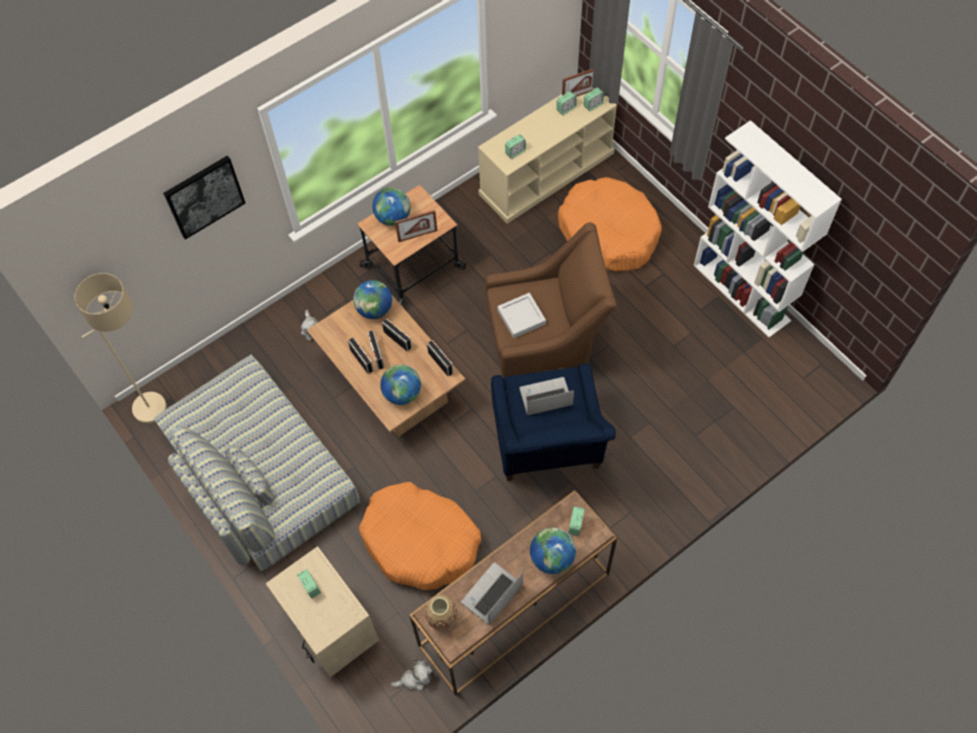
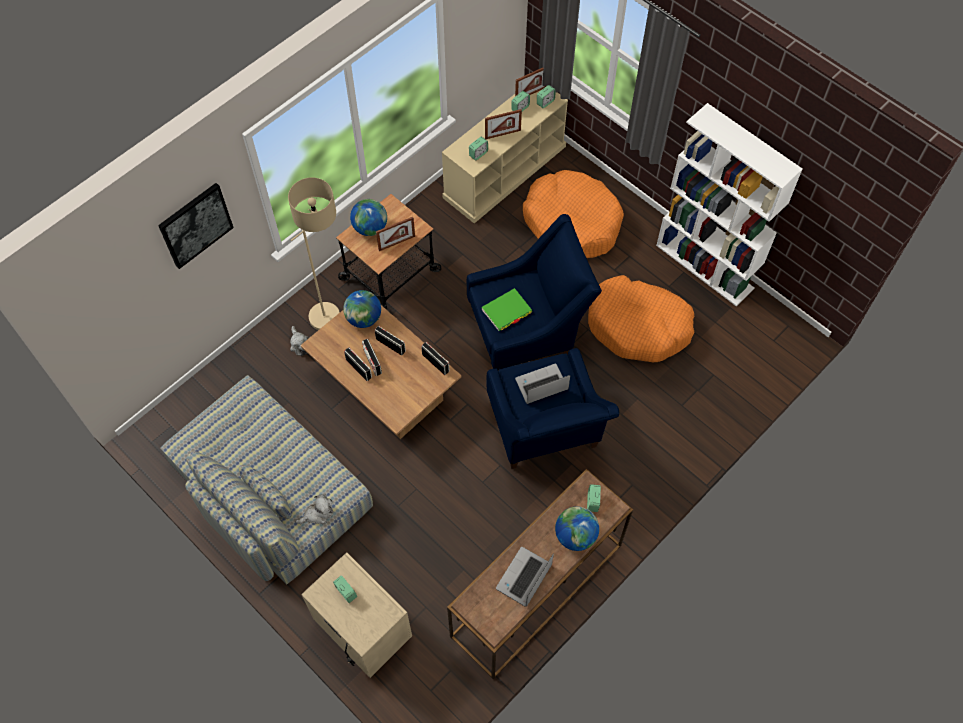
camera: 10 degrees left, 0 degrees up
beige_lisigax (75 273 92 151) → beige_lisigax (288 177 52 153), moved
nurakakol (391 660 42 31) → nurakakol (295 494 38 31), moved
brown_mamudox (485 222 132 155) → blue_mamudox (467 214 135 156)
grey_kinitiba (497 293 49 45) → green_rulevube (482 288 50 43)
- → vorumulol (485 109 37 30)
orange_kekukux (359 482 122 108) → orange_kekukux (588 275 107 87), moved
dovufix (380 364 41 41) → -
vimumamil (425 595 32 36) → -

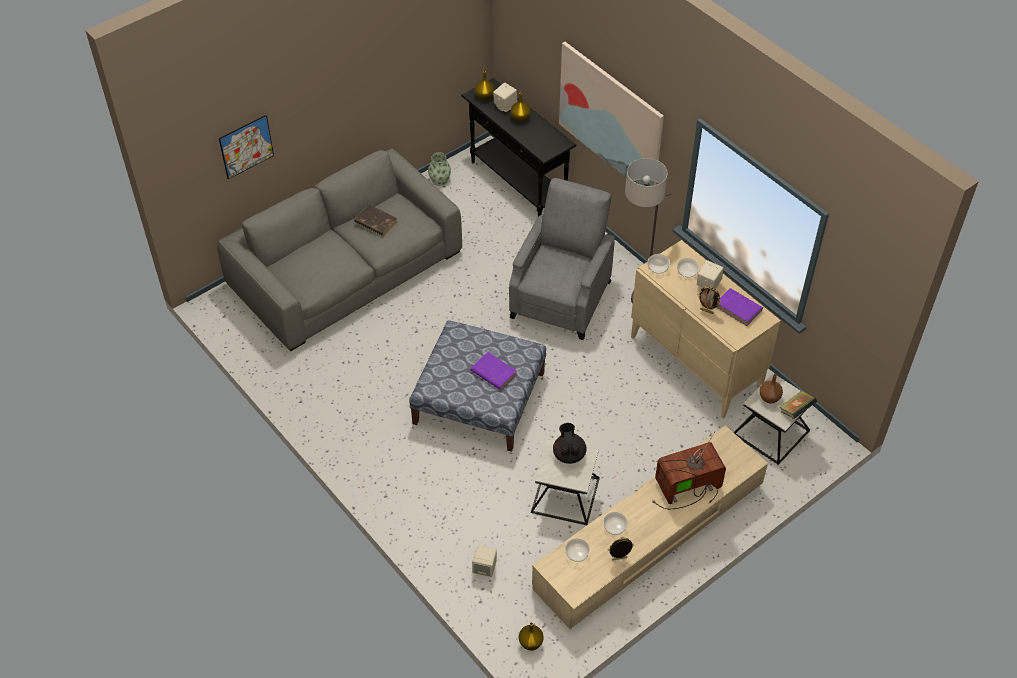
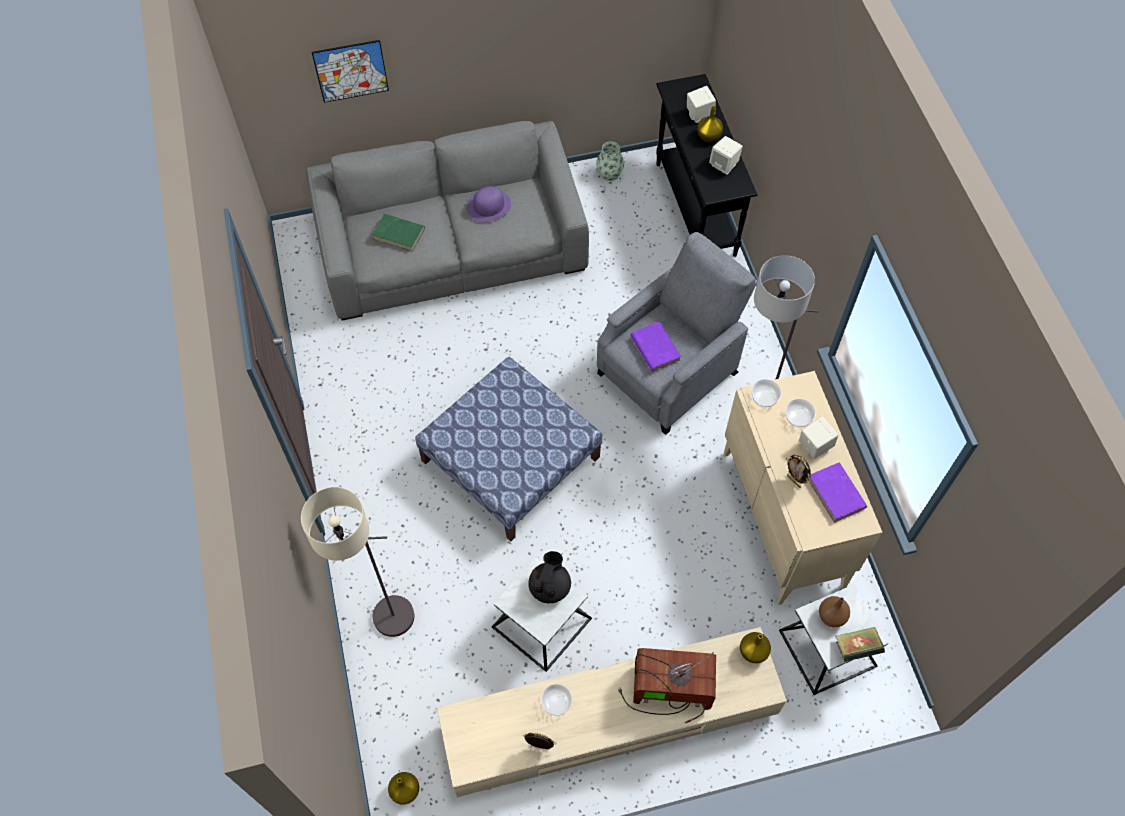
camera: 25 degrees right, 10 degrees up
- → beige_lisigax (301 487 113 150)
- → green_rulevube (372 214 53 38)
brown_rulevube (354 204 43 32) → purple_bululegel (466 186 45 36)
purple_rulevube (471 352 46 38) → purple_rulevube (630 321 51 51), moved
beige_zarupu (472 545 25 32) → beige_zarupu (709 136 33 39), moved
yellow_vimumamil (475 71 20 29) → yellow_vimumamil (740 632 31 31), moved
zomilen (559 42 105 144) → -
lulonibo (565 538 25 24) → -

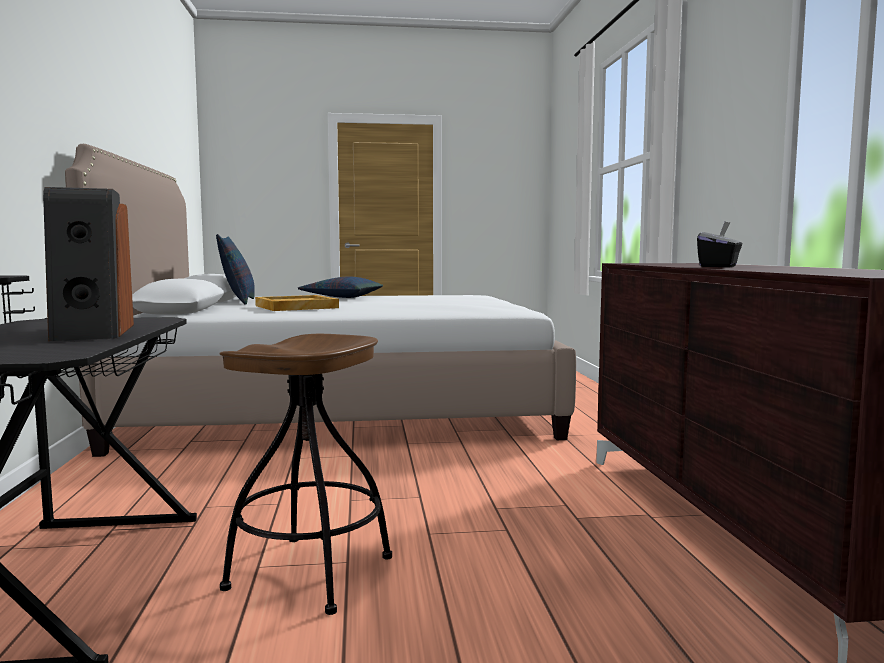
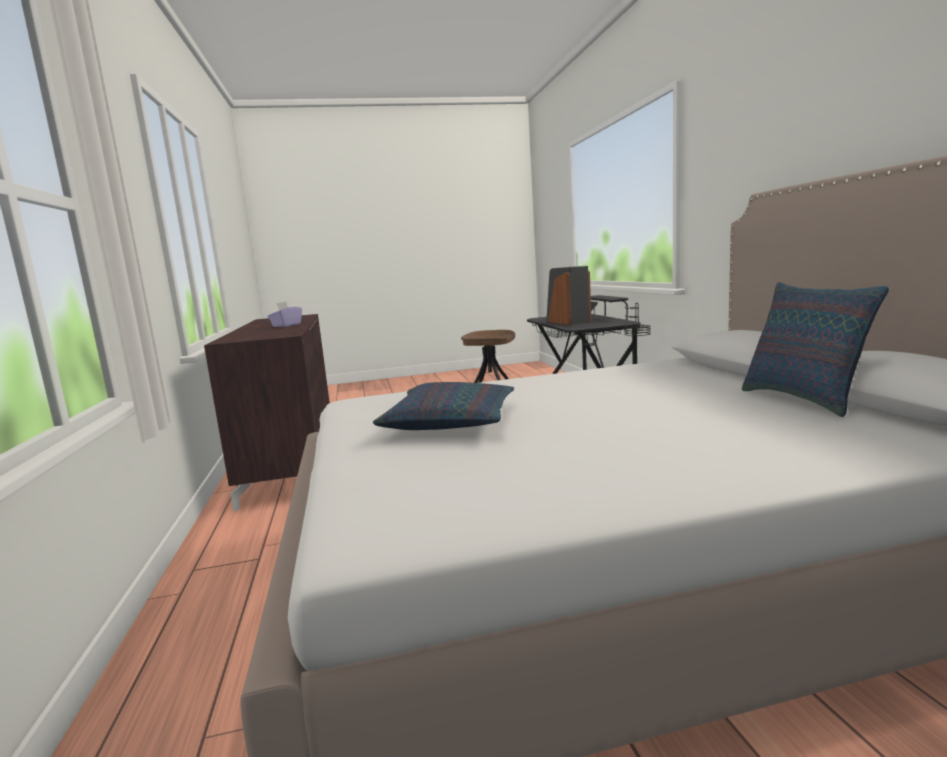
camera: 175 degrees right, 5 degrees up
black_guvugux (697 221 45 46) → purple_guvugux (268 302 34 25)
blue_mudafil (298 276 85 22) → blue_mudafil (373 382 141 48), moved
beige_kinitiba (255 295 84 16) → -

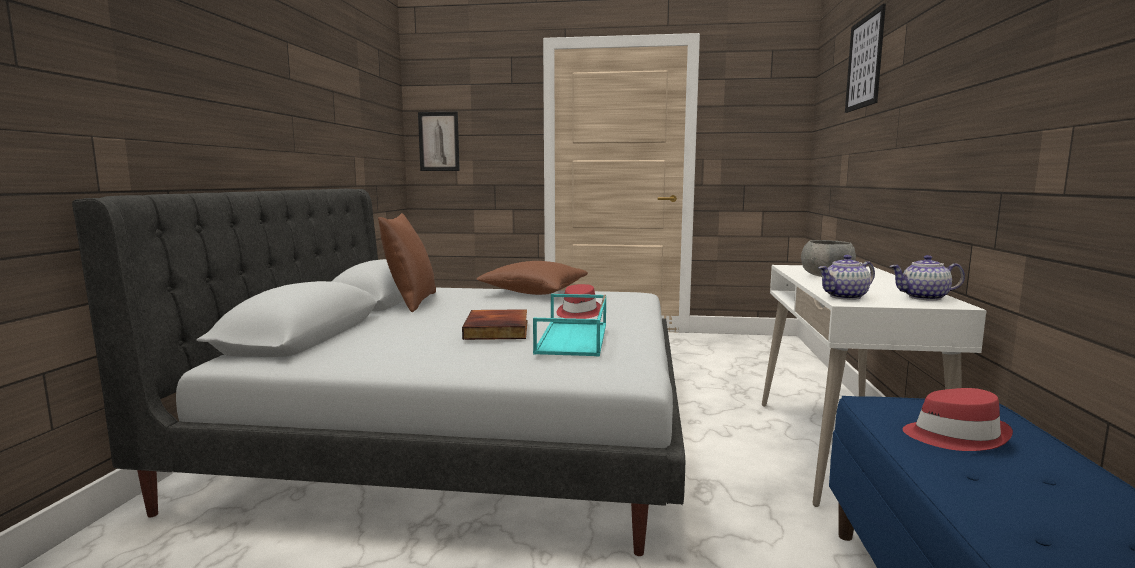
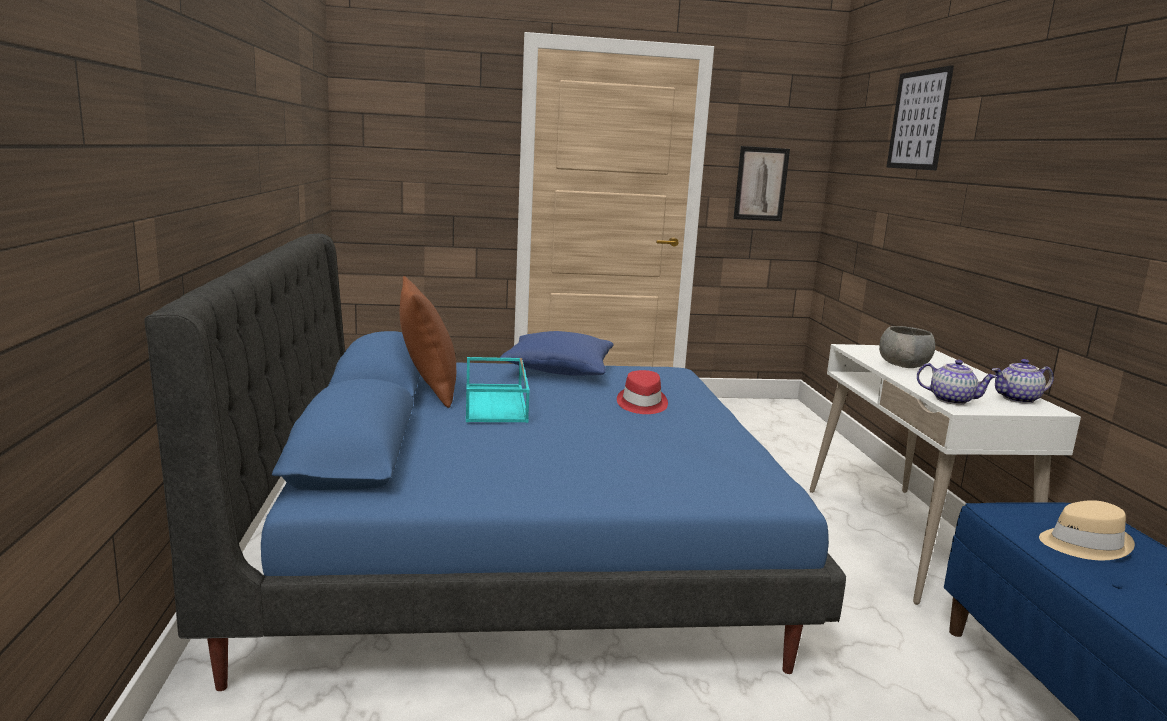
camera: 15 degrees left, 5 degrees up
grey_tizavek (72 189 613 367) → blue_tizavek (145 233 701 458)
turquoise_kinitiba (533 294 73 63) → turquoise_kinitiba (466 357 64 66), moved
brown_mudafil (476 261 112 34) → blue_mudafil (500 331 113 45)
zomilen (418 112 42 59) → zomilen (733 146 57 75), moved
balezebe (818 255 57 45) → balezebe (917 360 80 45), 120 degrees counterclockwise
red_bululegel (903 388 110 63) → beige_bululegel (1039 500 96 60)
rulevube (462 309 66 31) → -

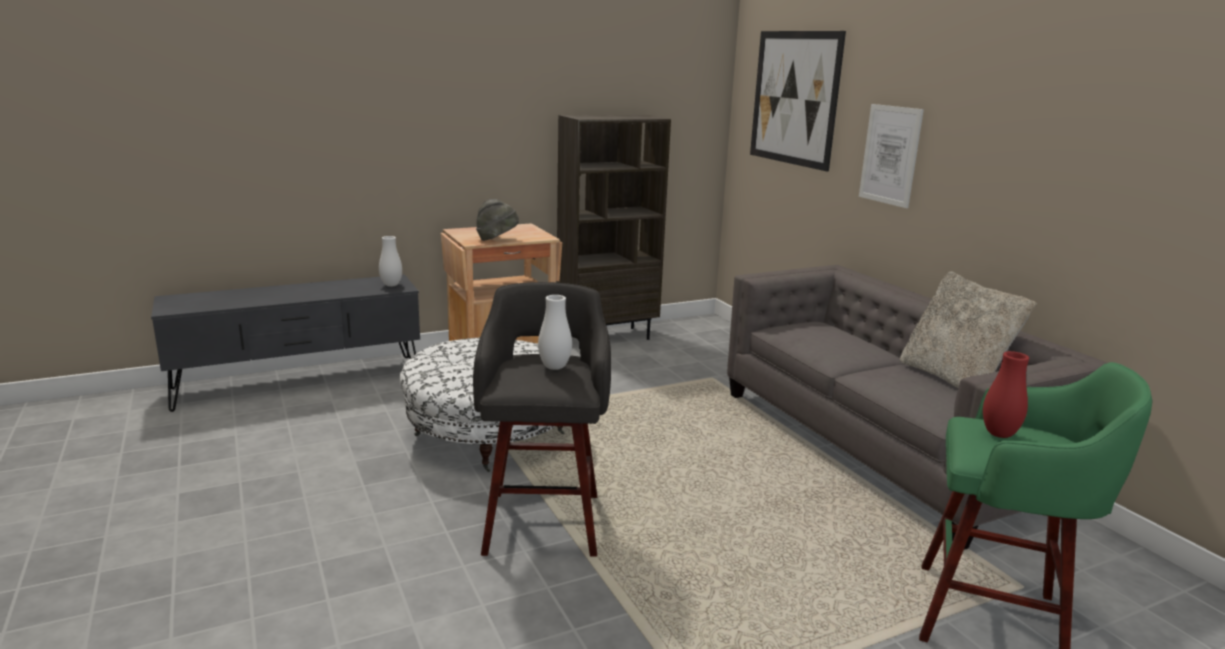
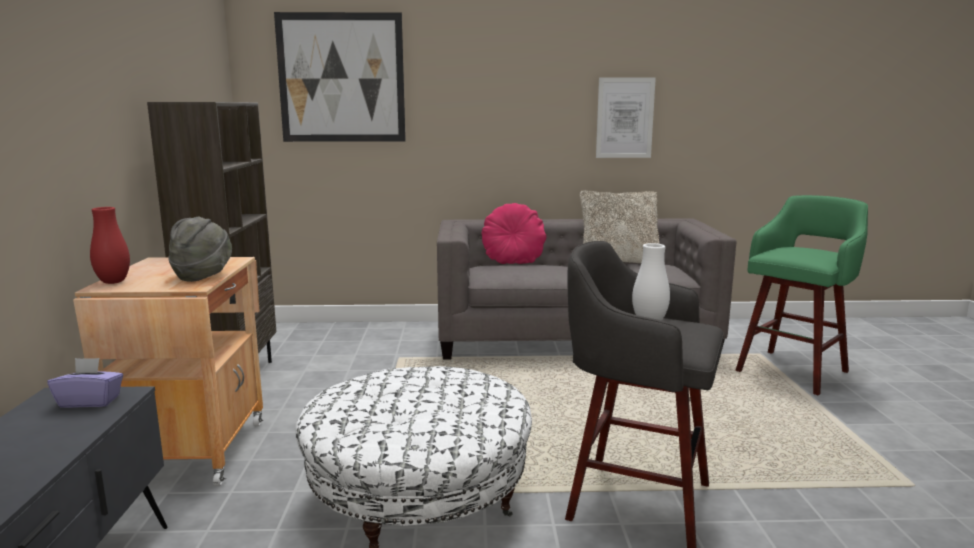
camera: 65 degrees left, 5 degrees down
white_vimumamil (379 236 23 51) → purple_guvugux (48 358 75 50)
red_vimumamil (983 351 46 87) → red_vimumamil (90 207 40 77), moved
- → pink_mudafil (482 203 65 61)
zomilen (859 104 65 104) → zomilen (596 78 60 80), moved

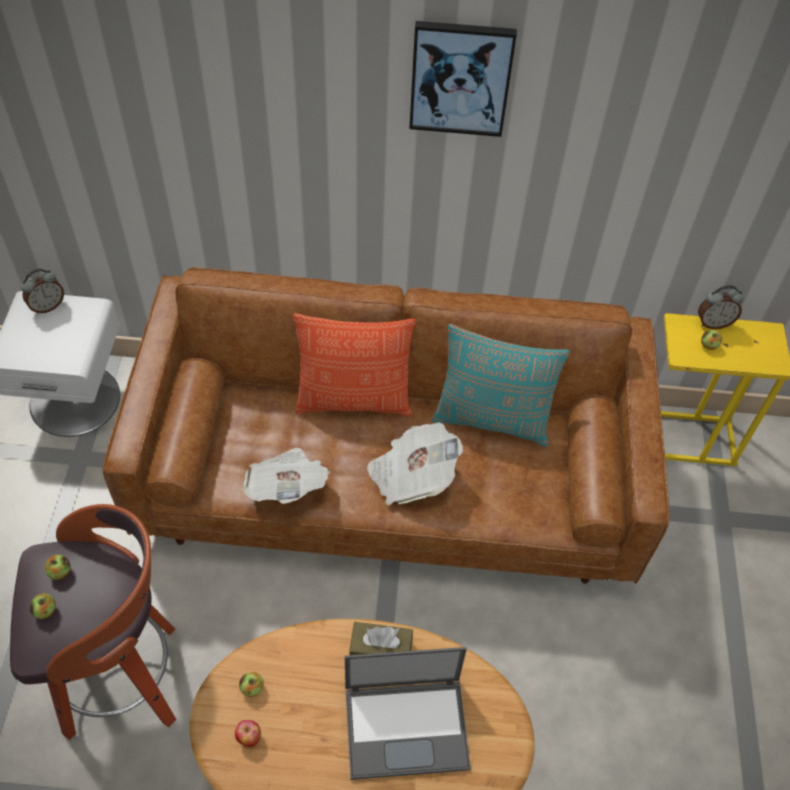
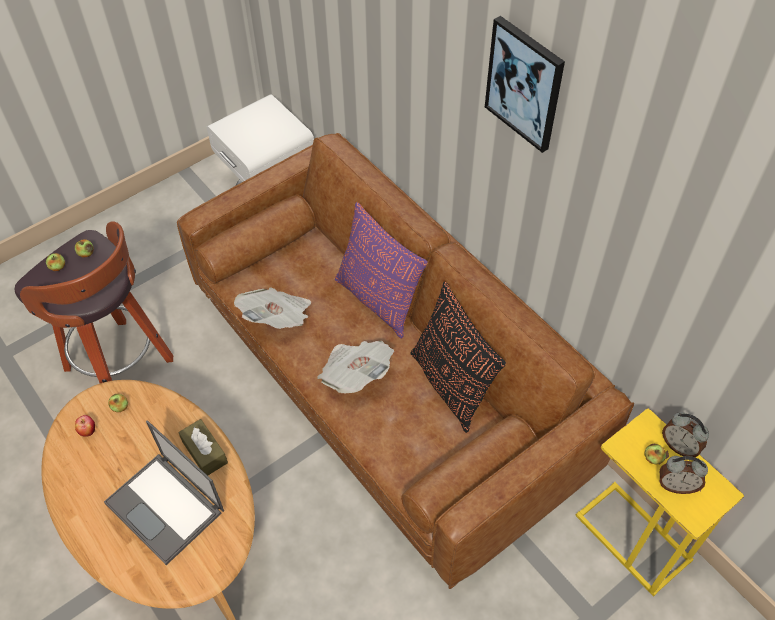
camera: 50 degrees right, 0 degrees up
orange_mudafil (293 313 123 104) → purple_mudafil (335 202 93 137)
turquoise_mudafil (432 324 138 123) → black_mudafil (411 282 95 151)
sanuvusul (21 269 43 45) → sanuvusul (659 456 49 38), moved

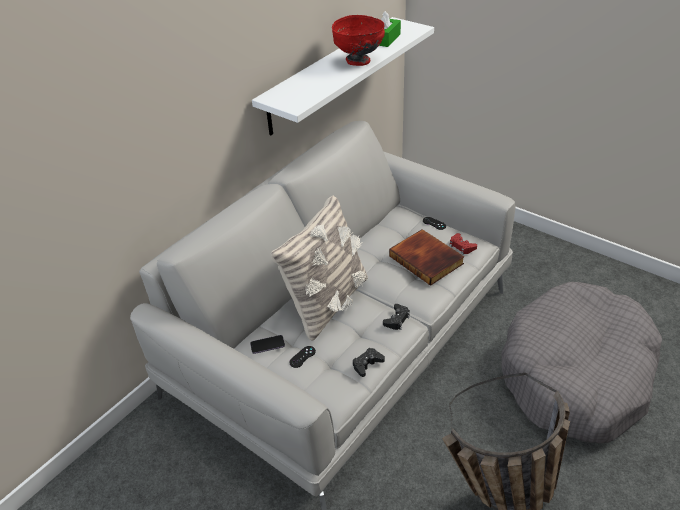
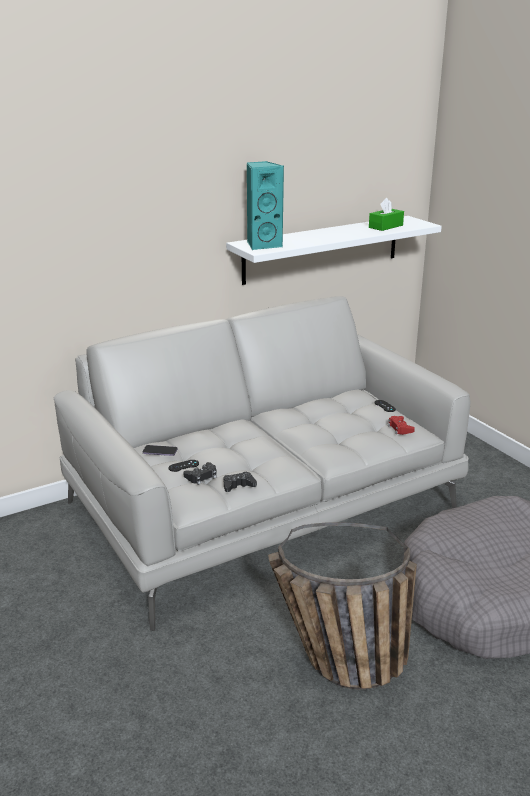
camera: 20 degrees right, 15 degrees down
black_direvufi (383 304 27 26) → black_direvufi (183 462 34 23), moved
- → turquoise_zarupu (247 161 37 89)
beige_mudafil (271 196 97 145) → -
red_lulonibo (332 15 53 51) → -
rulevube (389 229 75 57) → -

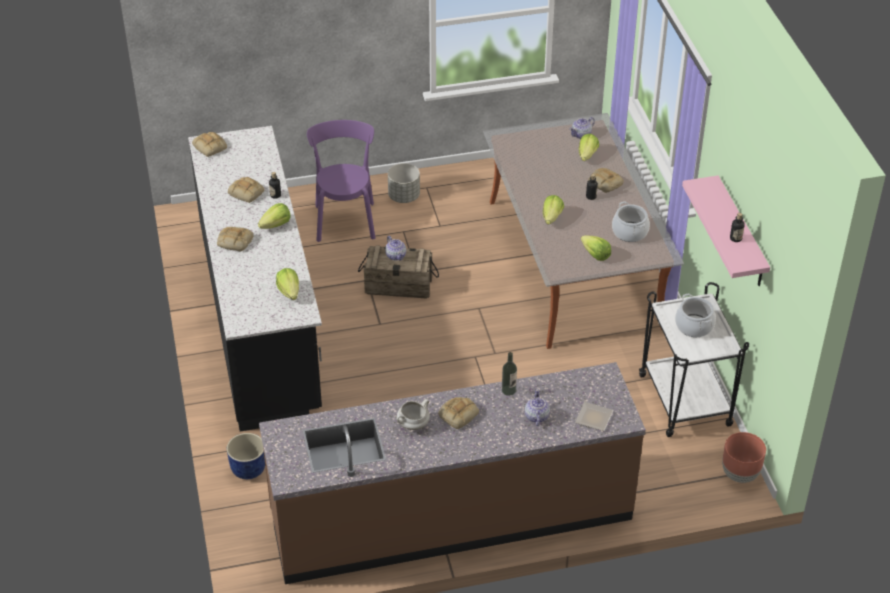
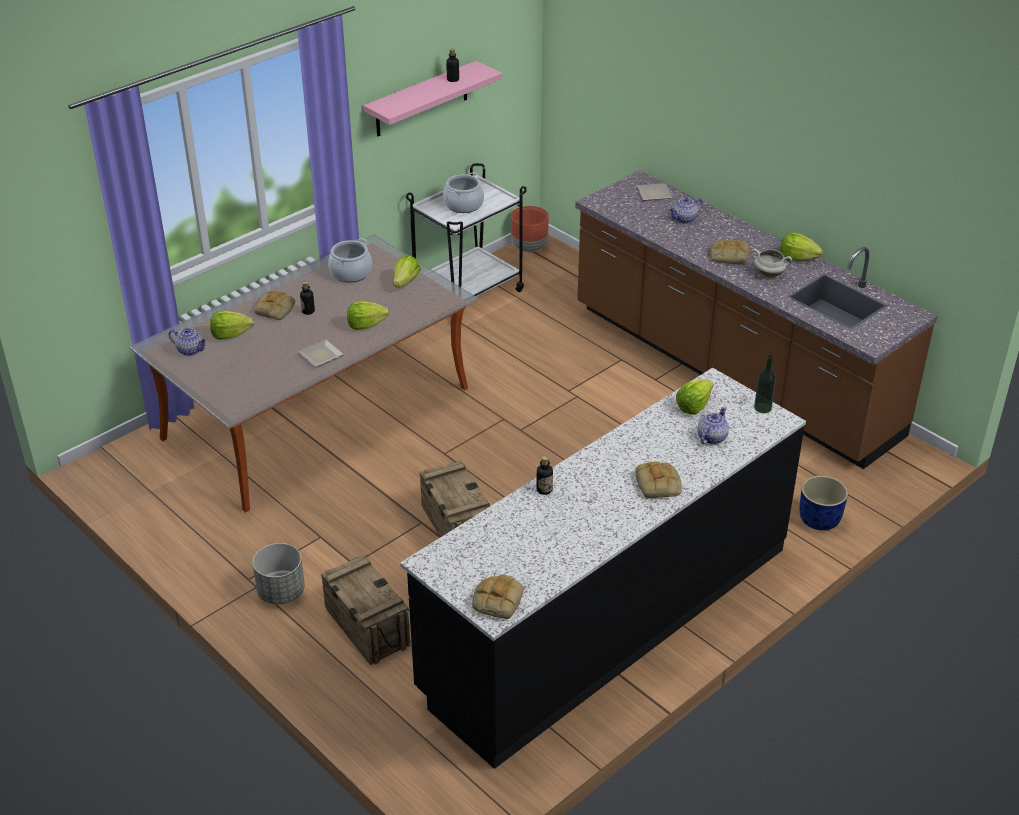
camera: 120 degrees left, 5 degrees down
- → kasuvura (298 340 46 27)
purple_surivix (307 120 69 122) → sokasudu (321 555 89 110)
balezebe (385 236 21 25) → balezebe (698 407 31 37), moved
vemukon (502 352 15 44) → vemukon (754 355 22 58), moved
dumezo (258 203 33 26) → dumezo (780 232 43 29), moved
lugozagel (228 177 37 26) → -

